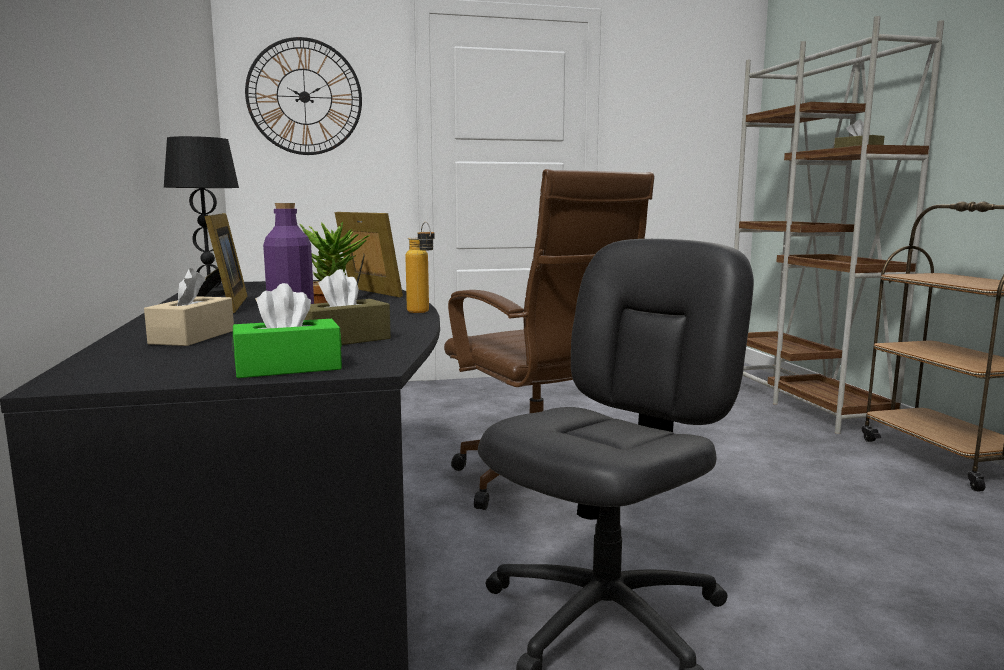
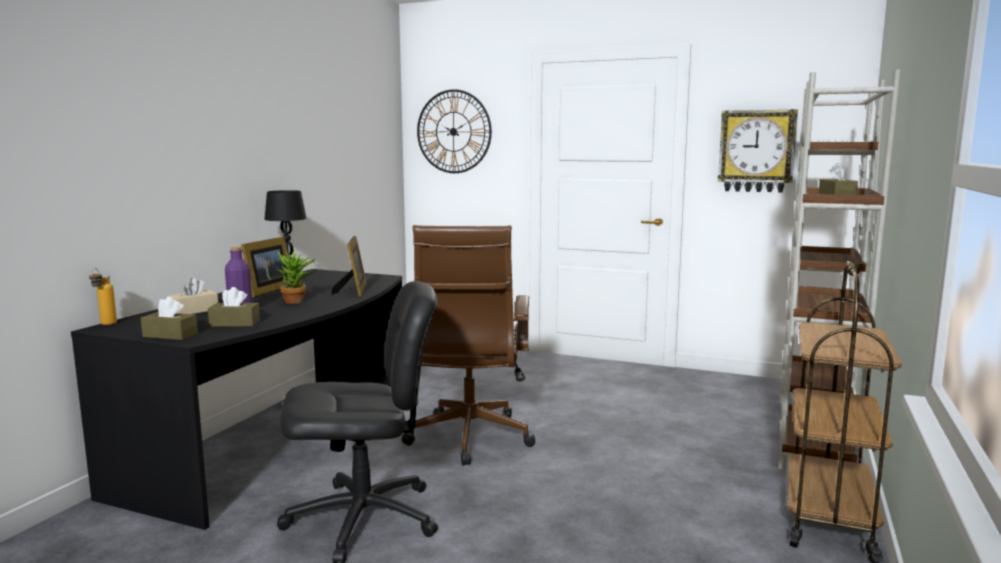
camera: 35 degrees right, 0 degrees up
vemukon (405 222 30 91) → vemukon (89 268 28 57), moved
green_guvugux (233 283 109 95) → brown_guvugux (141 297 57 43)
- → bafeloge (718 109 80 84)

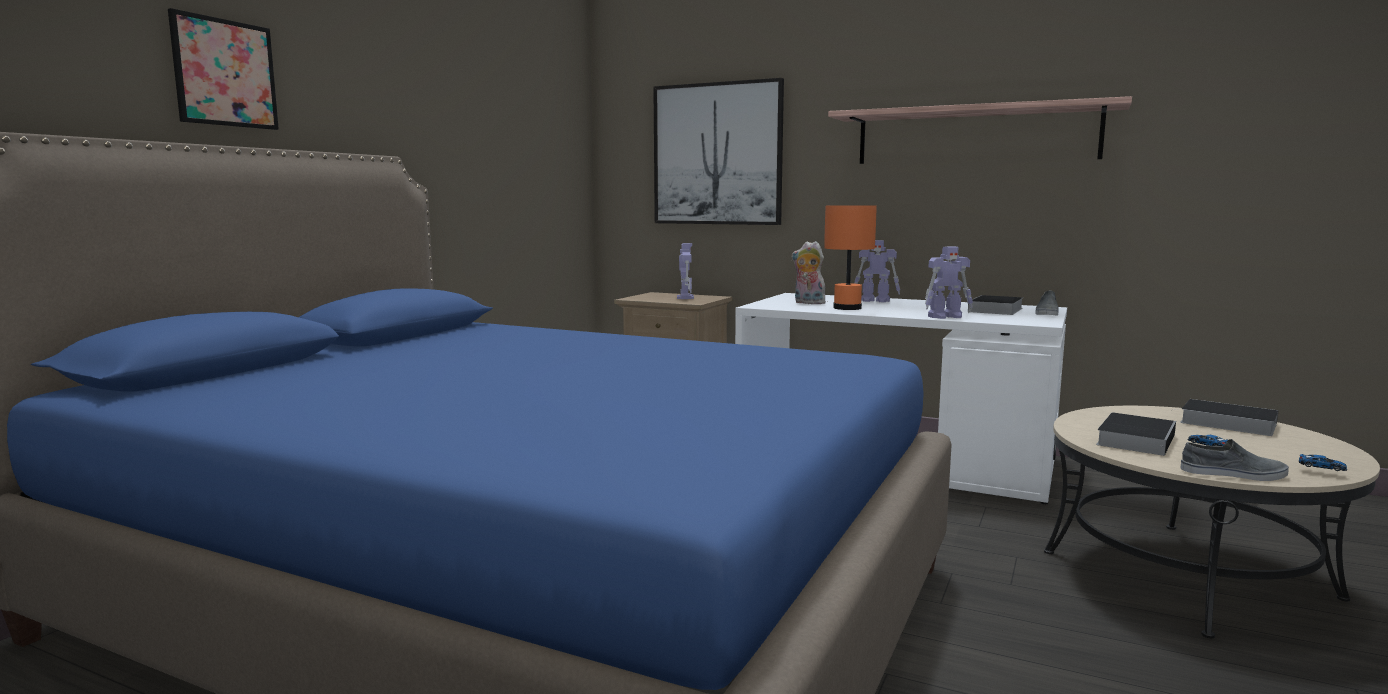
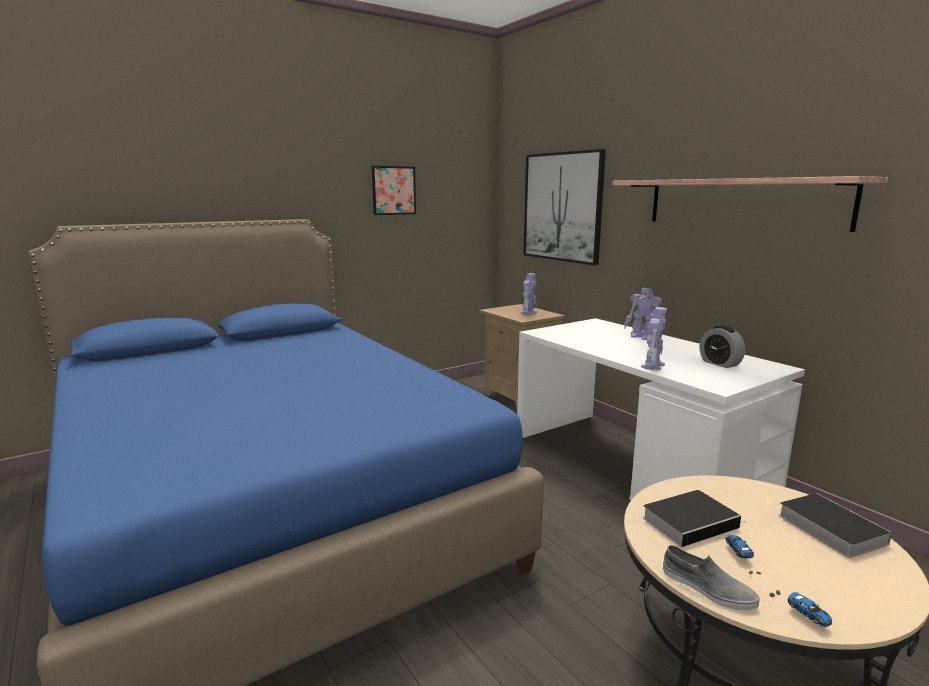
camera: 30 degrees right, 5 degrees up
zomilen (168 8 111 122) → zomilen (372 166 44 49), moved
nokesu (925 247 48 72) → nokesu (641 307 26 63), 75 degrees counterclockwise
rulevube (968 295 55 20) → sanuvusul (700 326 45 42)
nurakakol (792 241 34 63) → -
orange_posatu (824 205 52 105) → -
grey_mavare (1035 291 24 25) → -

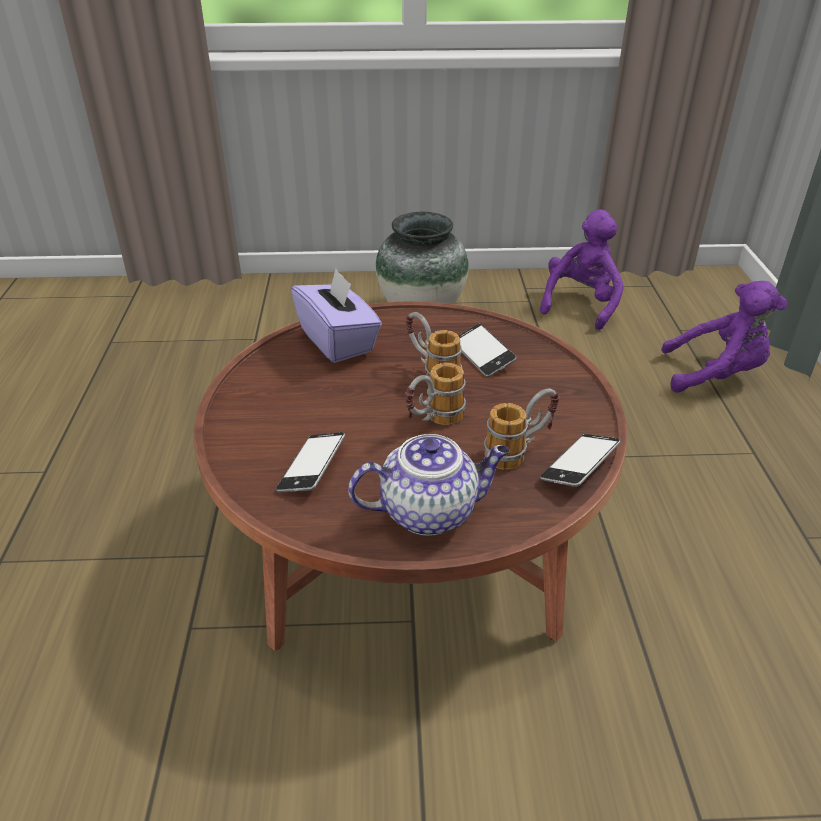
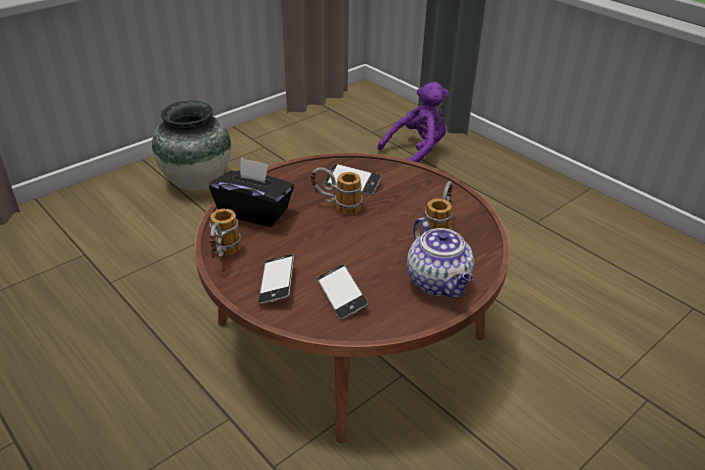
camera: 40 degrees left, 0 degrees up
purple_guvugux (291 269 91 94) → black_guvugux (209 157 85 70)
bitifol (405 363 61 62) → bitifol (209 209 32 50), moved
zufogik (540 434 80 53) → zufogik (258 254 36 51), moved
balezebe (348 434 162 102) → balezebe (407 217 67 81), 120 degrees clockwise
purple_nurakakol (540 209 84 121) → -

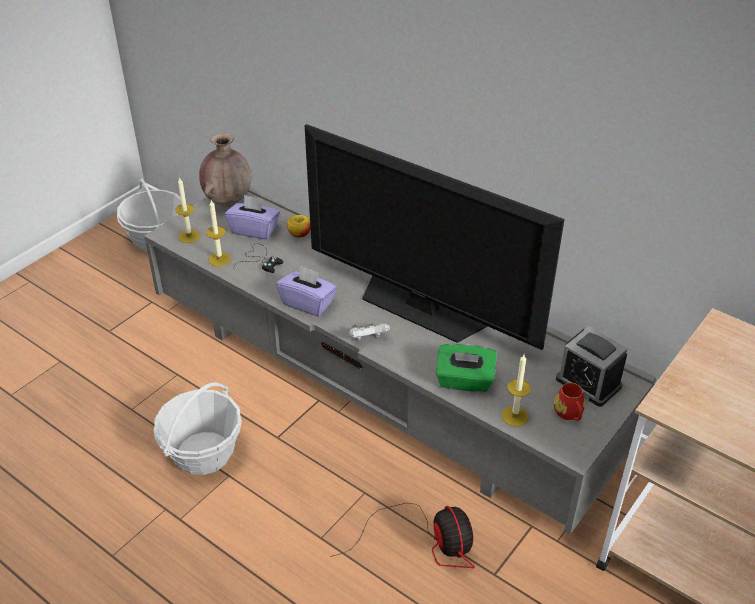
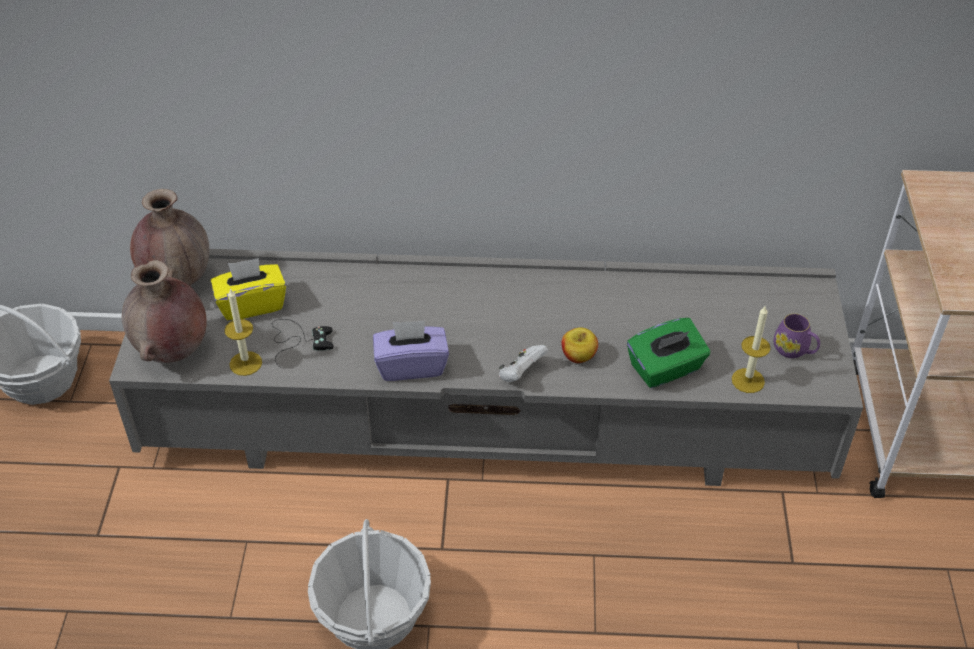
camera: 35 degrees left, 5 degrees up
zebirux (175 177 25 66) → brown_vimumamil (122 260 85 103)
purple_guvugux (225 195 55 45) → yellow_guvugux (211 258 75 63)
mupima (287 215 24 22) → mupima (561 327 37 36), moved
red_bitifol (554 383 31 38) → purple_bitifol (774 314 46 44)
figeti (304 124 261 226) → -
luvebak (330 503 145 65) → -
sanuvusul (556 326 72 81) → -

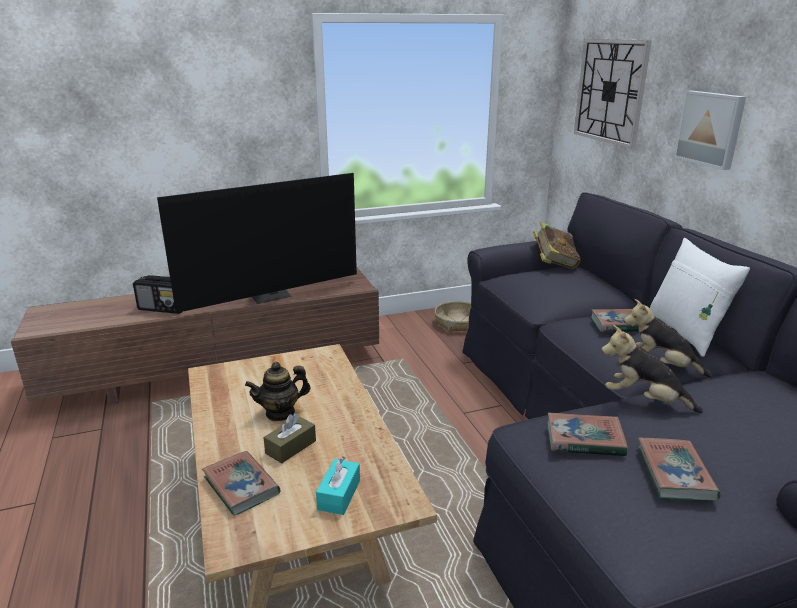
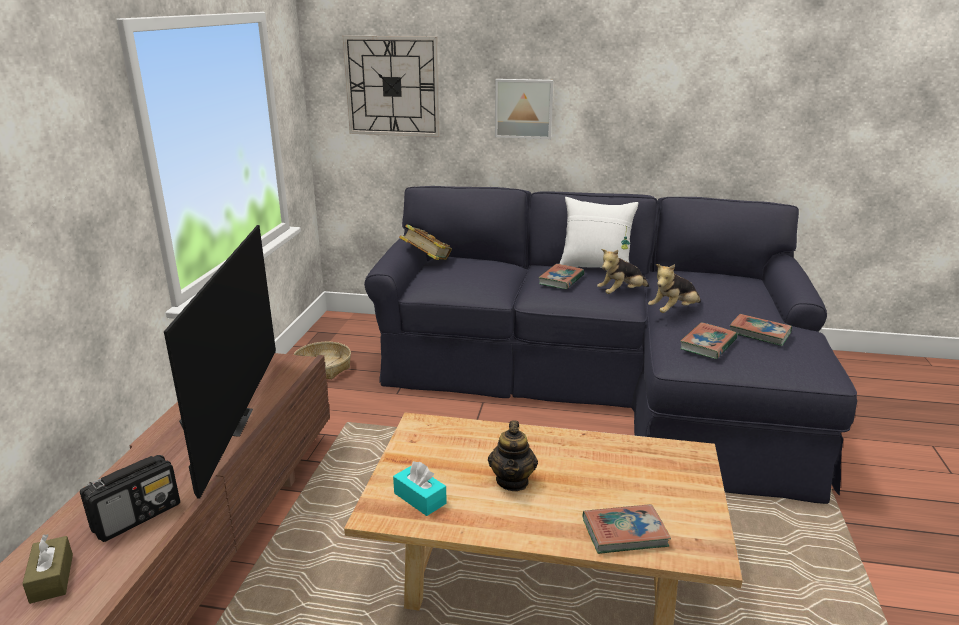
camera: 60 degrees left, 0 degrees up
brown_guvugux (263 413 53 50) → brown_guvugux (22 534 51 70), moved
turquoise_guvugux (316 456 44 59) → turquoise_guvugux (393 462 54 54), moved

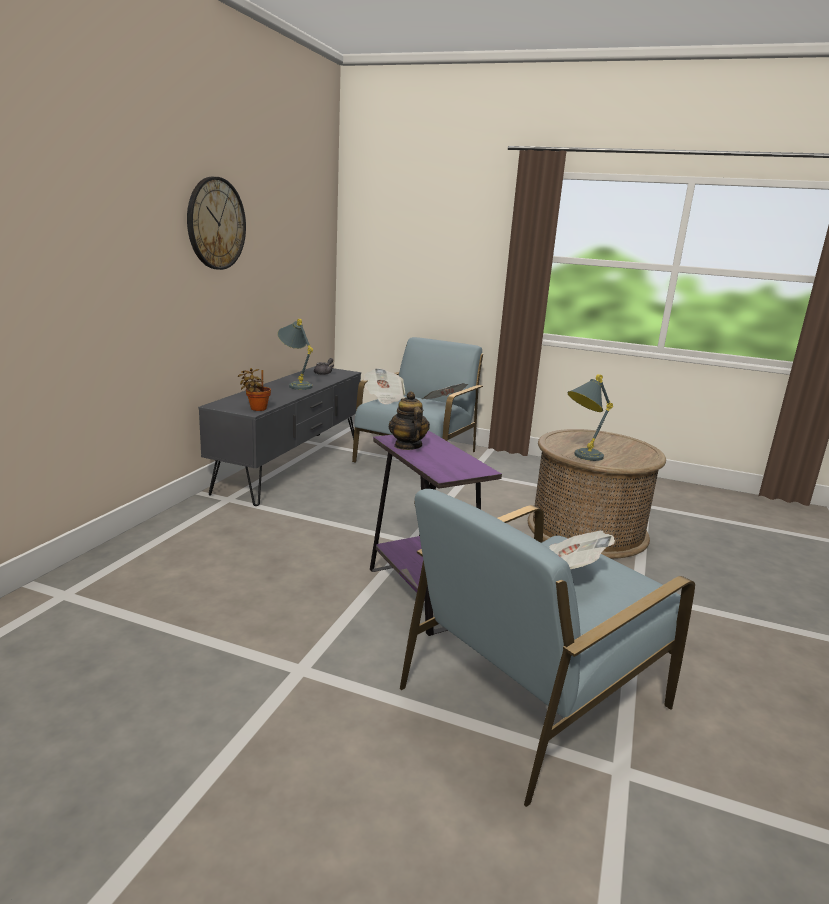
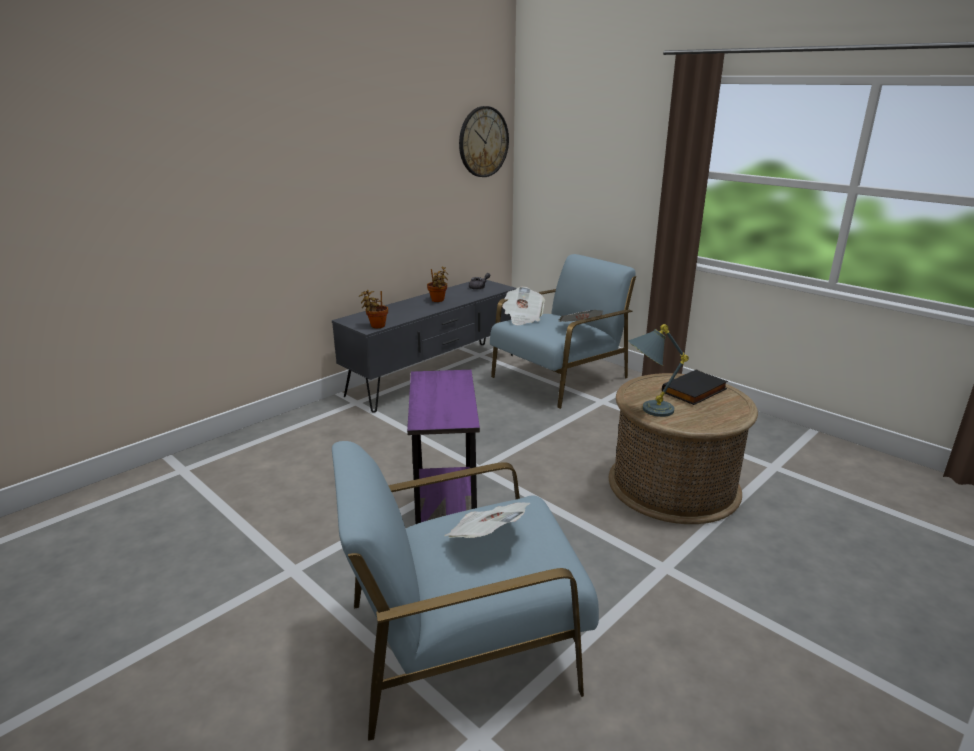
camera: 25 degrees right, 5 degrees up
grey_posatu (277 319 36 71) → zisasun (427 266 21 36)
bafeloge (187 177 59 93) → bafeloge (459 106 50 71), moved
- → black_rulevube (662 369 66 36)
balezebe (389 391 41 59) → -

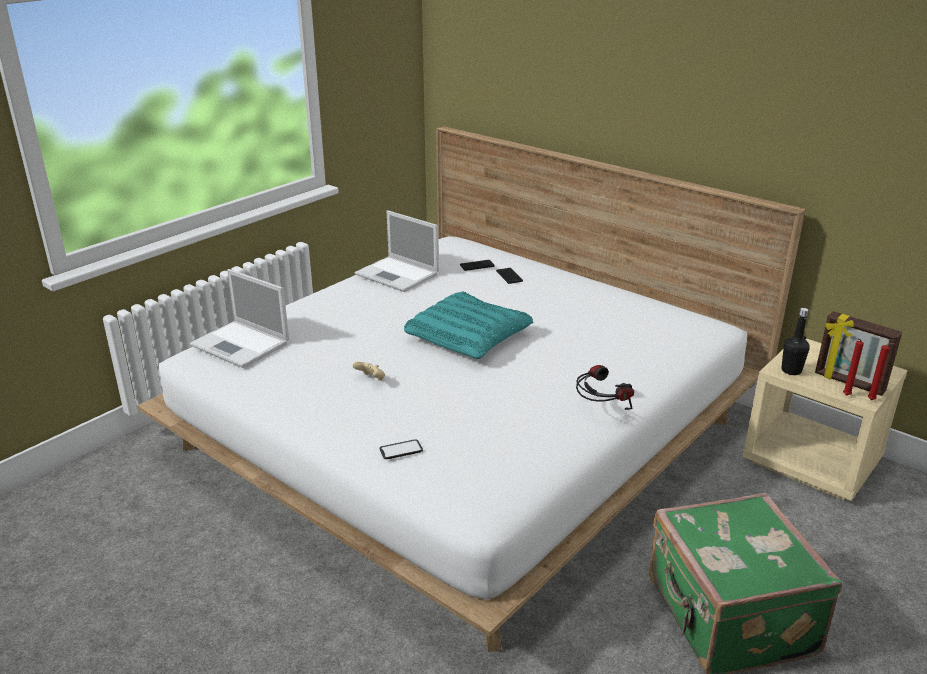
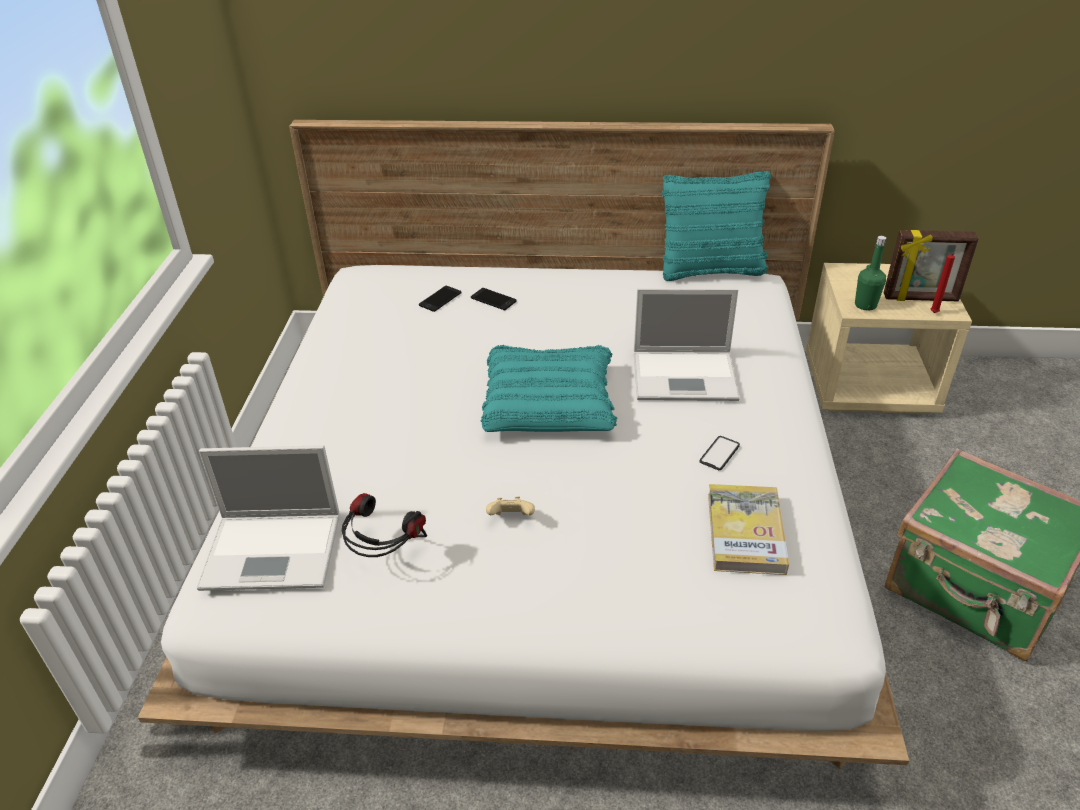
camera: 35 degrees left, 10 degrees up
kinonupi (576 365 58 45) → kinonupi (342 493 85 64), moved
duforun (355 210 84 82) → duforun (634 288 106 113), moved
- → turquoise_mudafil (662 171 109 110)
zufogik (379 439 44 20) → zufogik (700 436 40 34), moved
- → rulevube (708 484 81 91)
black_vemukon (781 308 29 67) → green_vemukon (855 236 31 75)
red_zebirux (868 343 26 57) → -

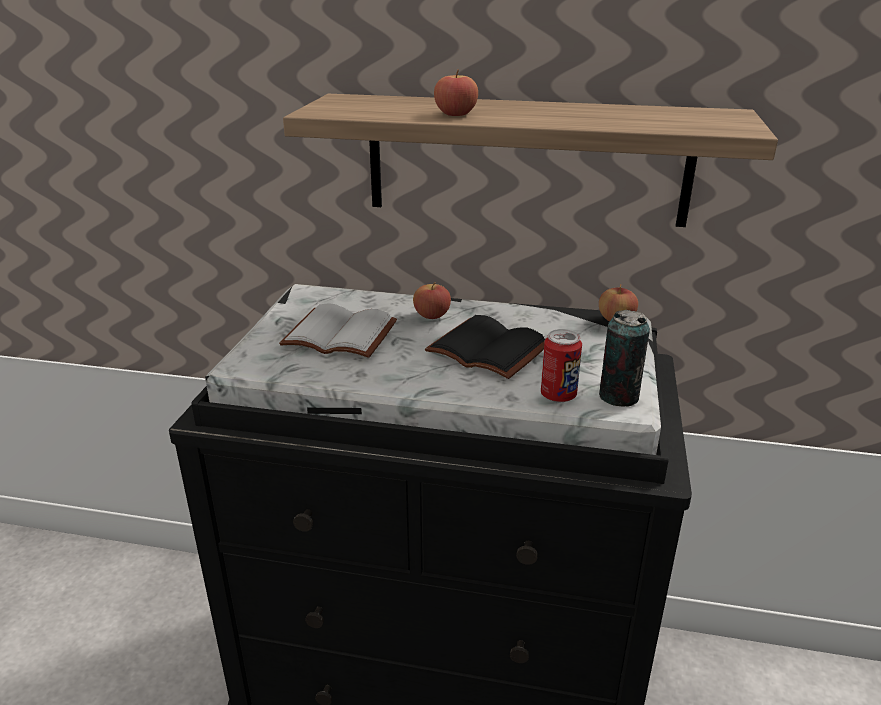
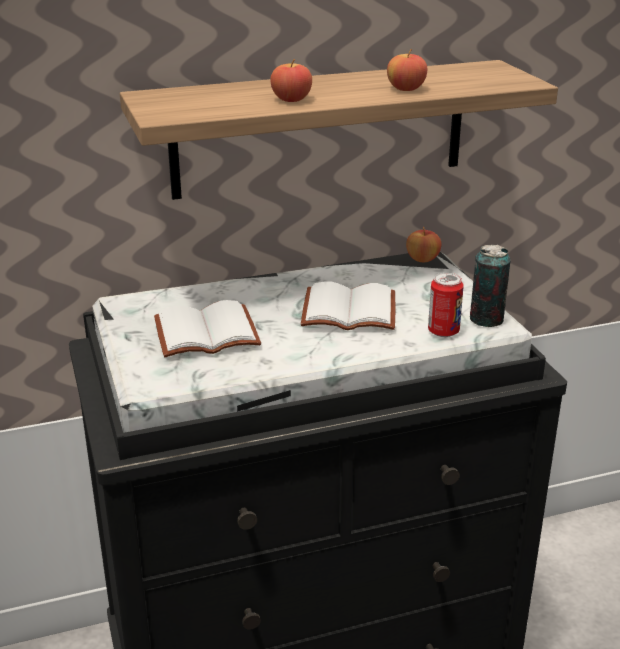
camera: 30 degrees left, 0 degrees up
black_rulevube (425 315 120 64) → white_rulevube (301 281 95 49)
mupima (413 282 38 37) → mupima (387 49 40 42), moved

